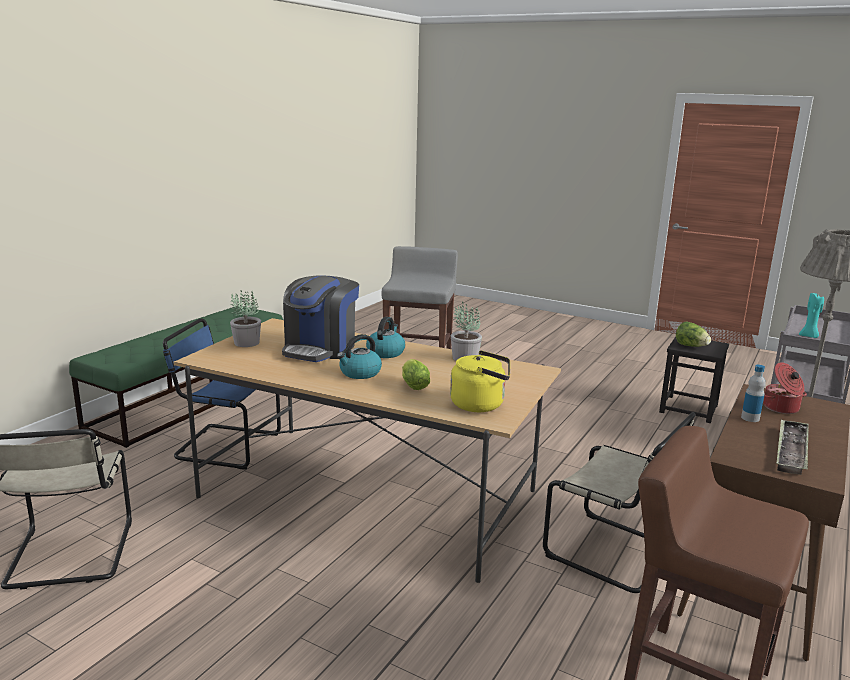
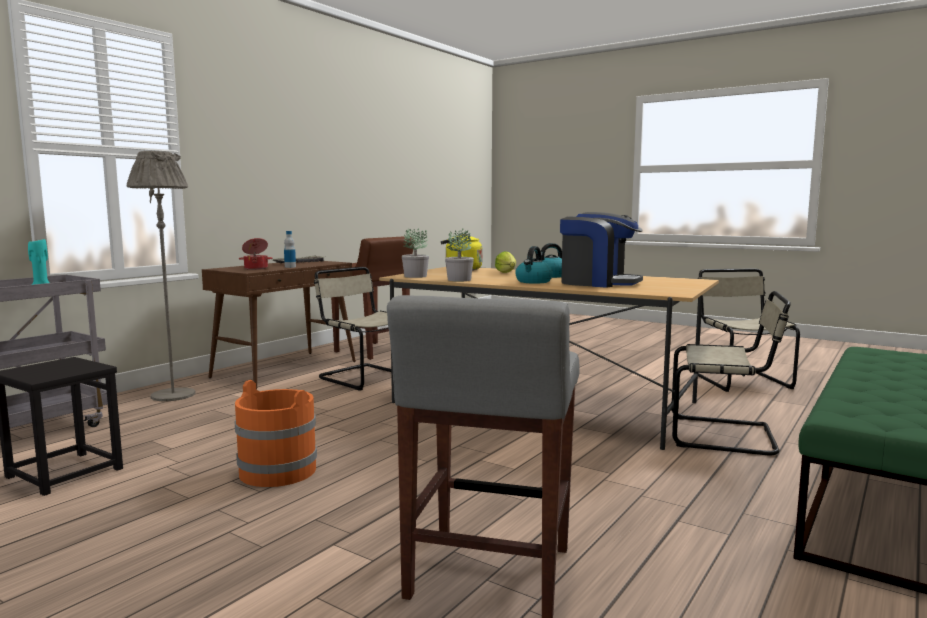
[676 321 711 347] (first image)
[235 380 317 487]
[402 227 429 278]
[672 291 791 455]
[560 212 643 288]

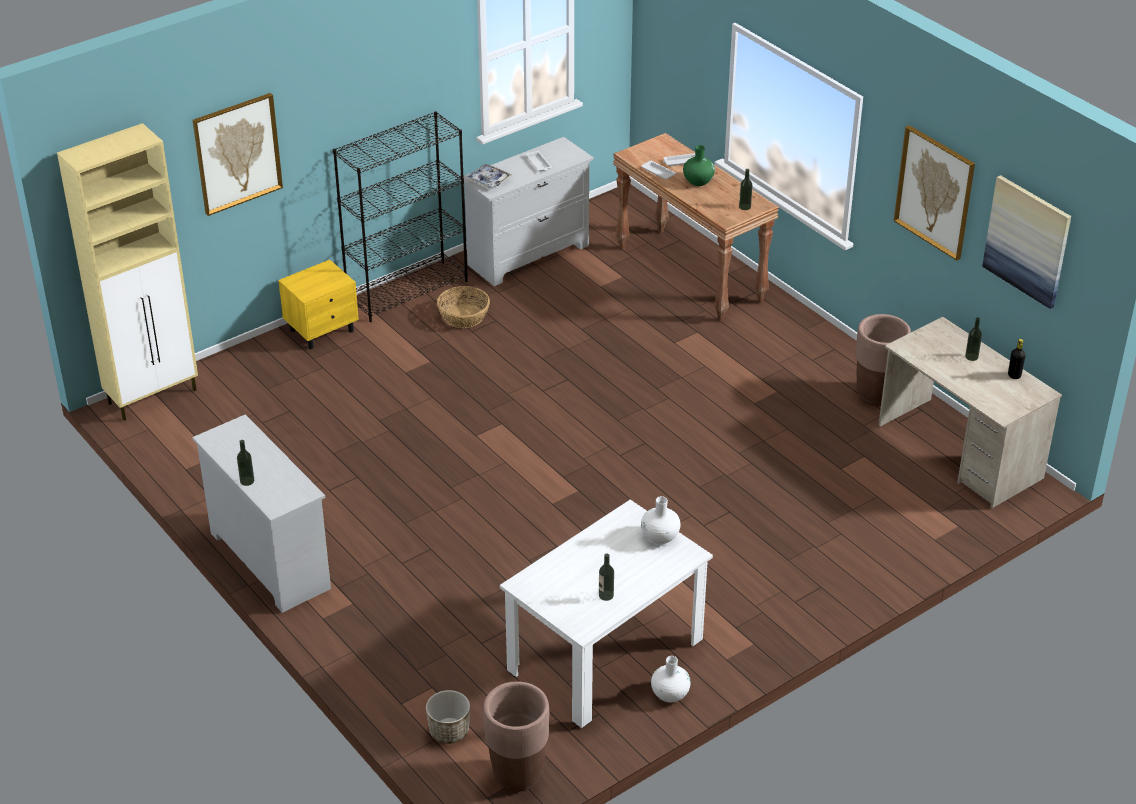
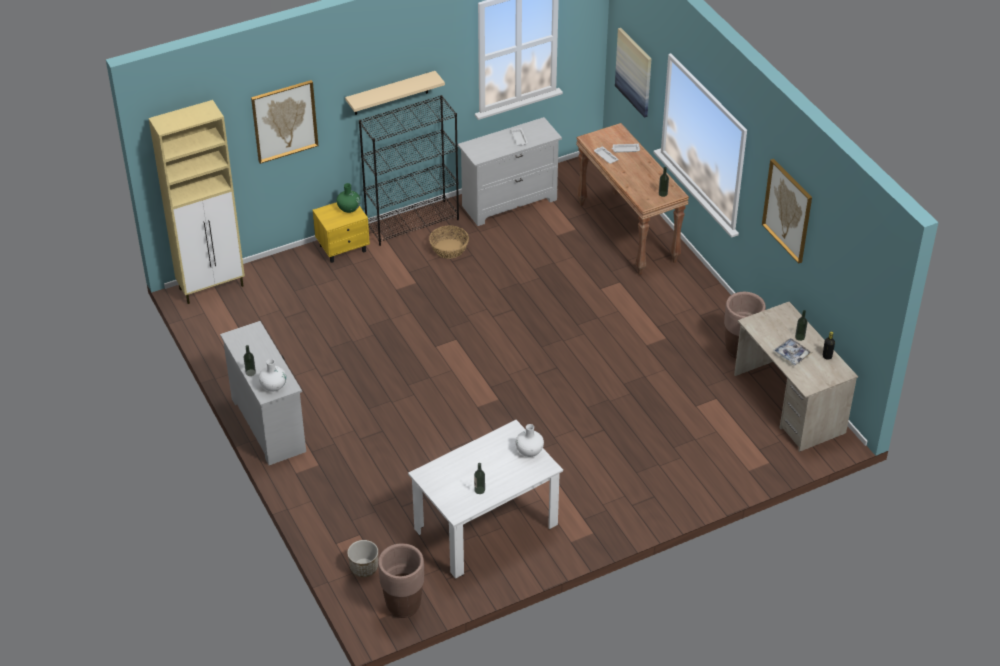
[345 71 445 115]
[773 338 812 365]
[259 359 286 392]
[337 183 361 213]
[615 28 651 118]

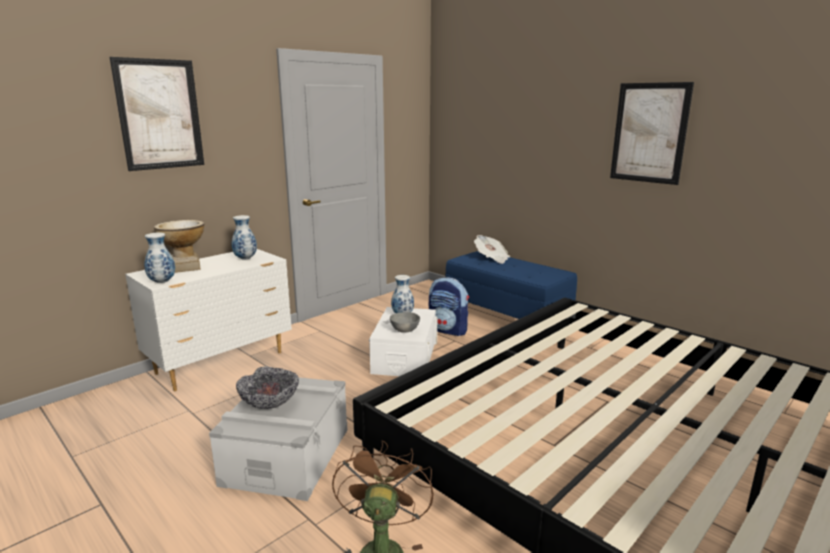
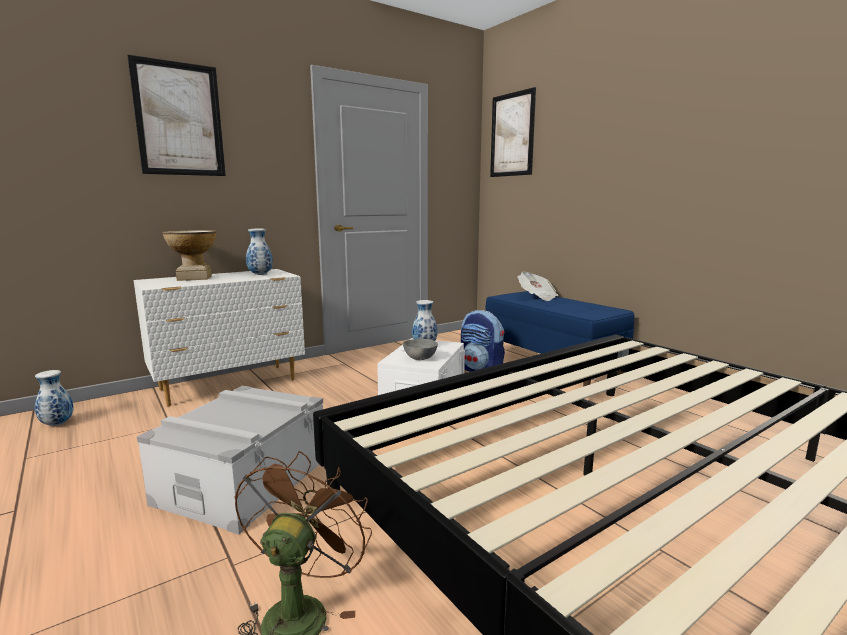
[236 366 299 409] (first image)
[35 370 74 426]
[490 87 536 177]

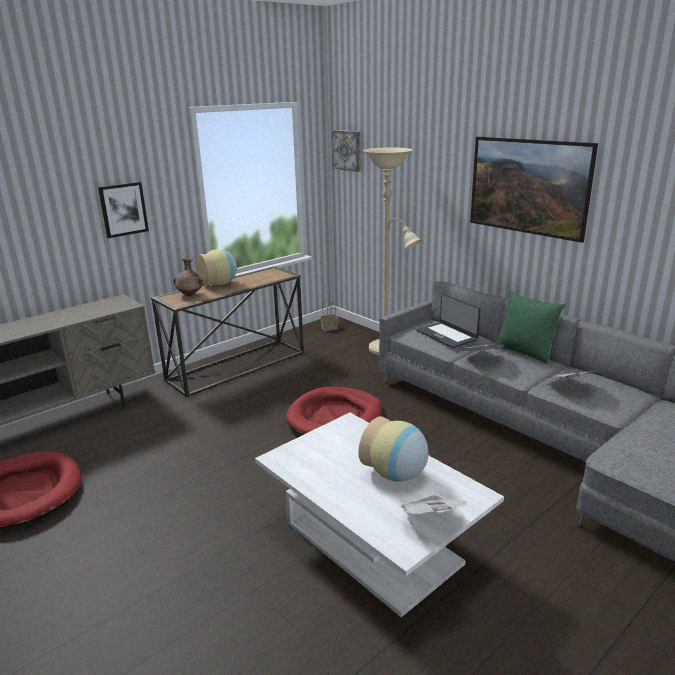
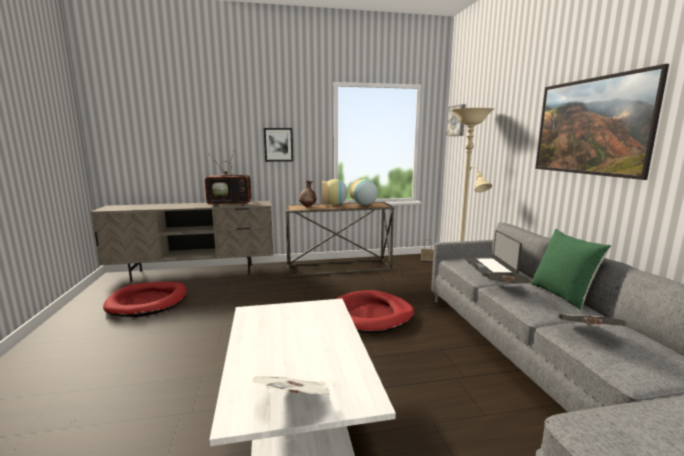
[205 152 257 207]
[350 179 378 205]

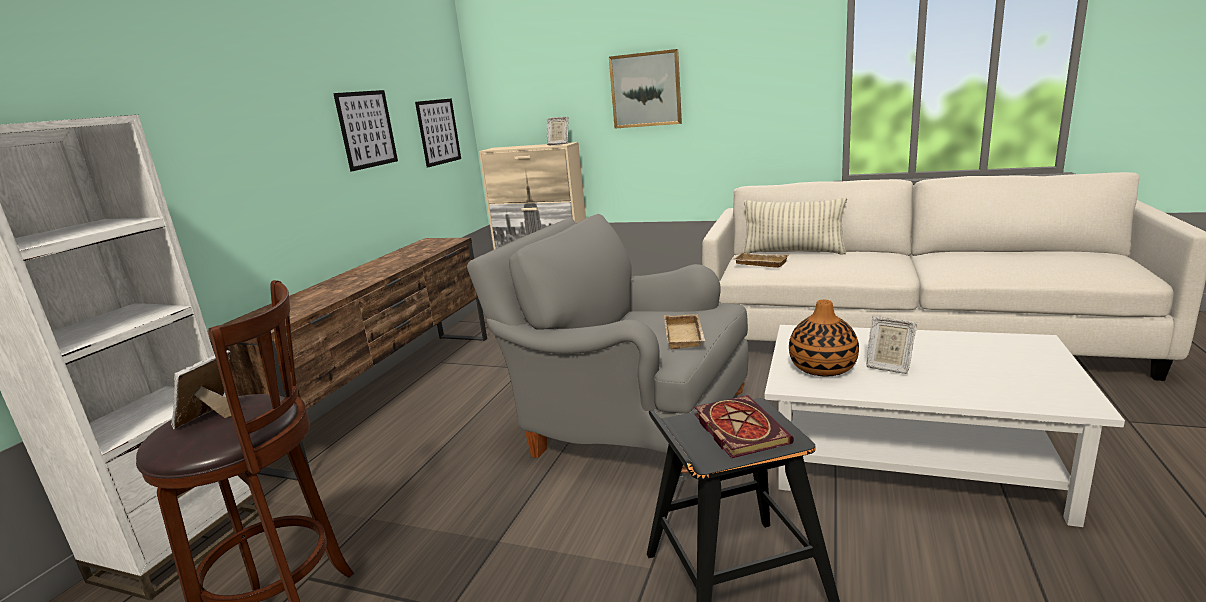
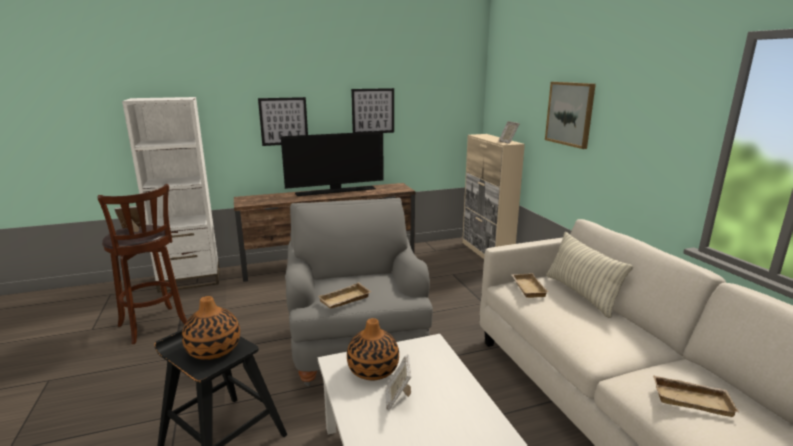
[281 131 384 196]
[653 375 739 417]
[258 97 308 146]
[182 296 240 360]

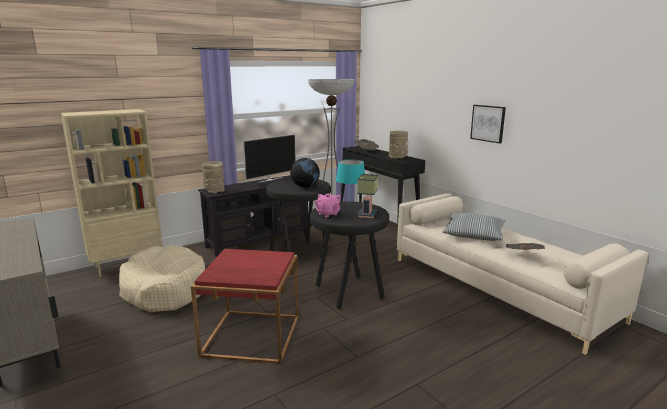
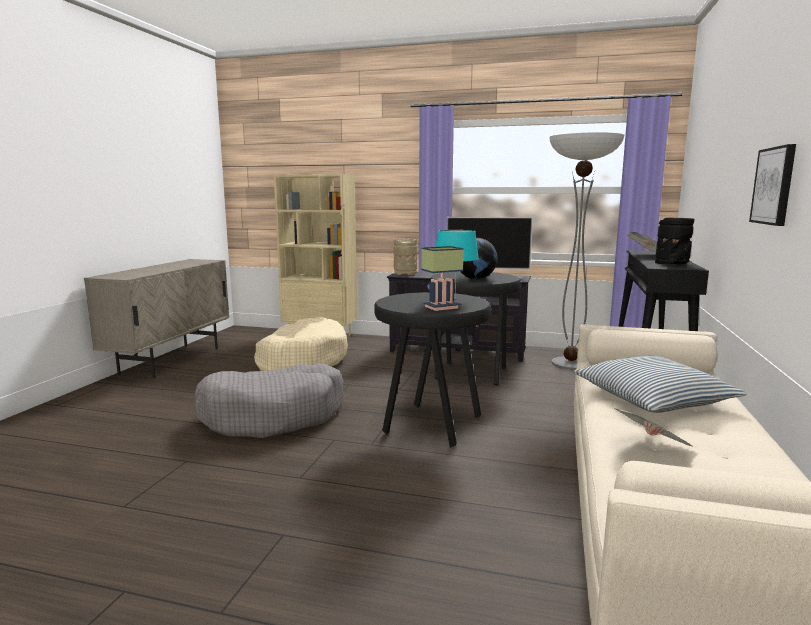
[315 194 341 217] (first image)
[195 363 344 438]
[655 218 694 265]

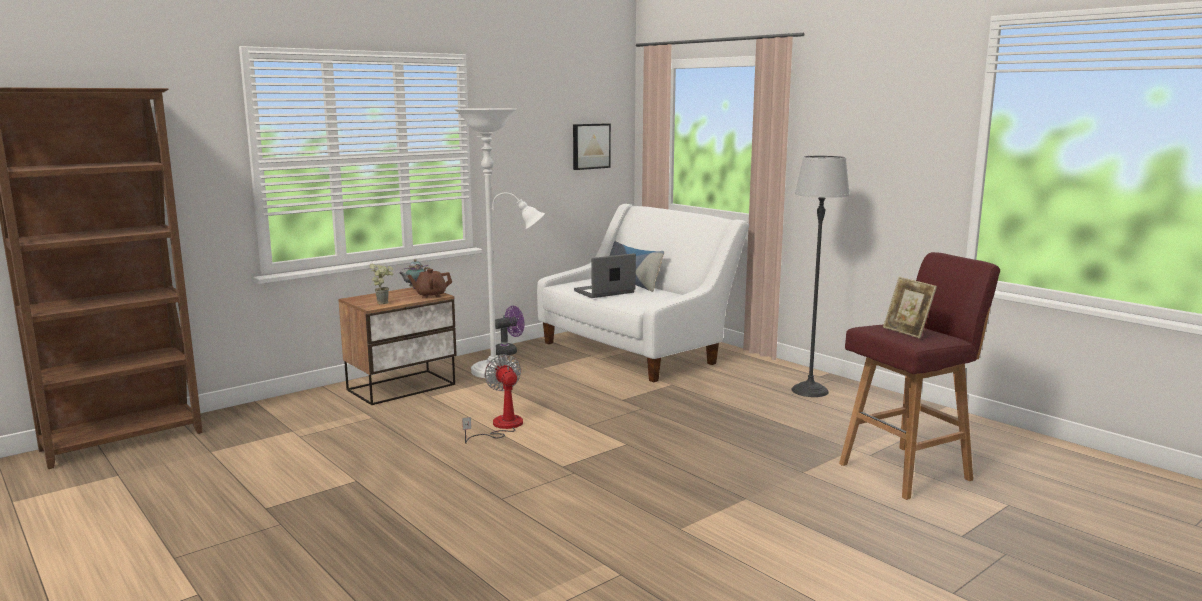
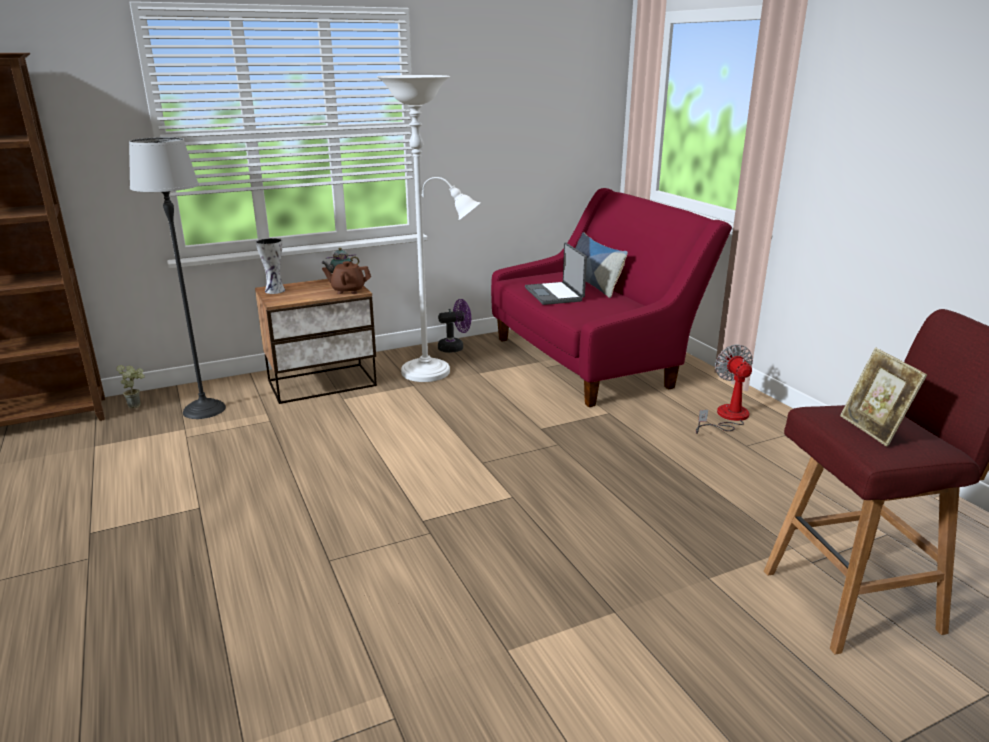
[573 123 611 170] (first image)
[256 238 285 294]
[116 365 145 409]
[696 344 753 434]
[129 137 226 419]
[491 188 732 407]
[525 242 587 305]

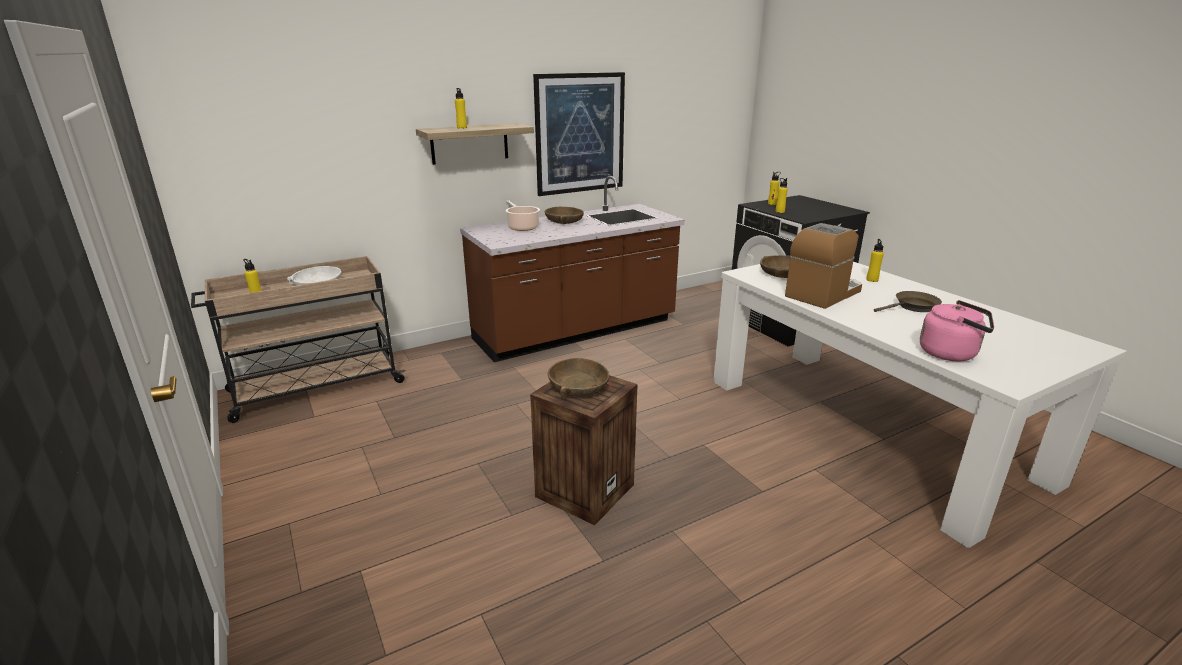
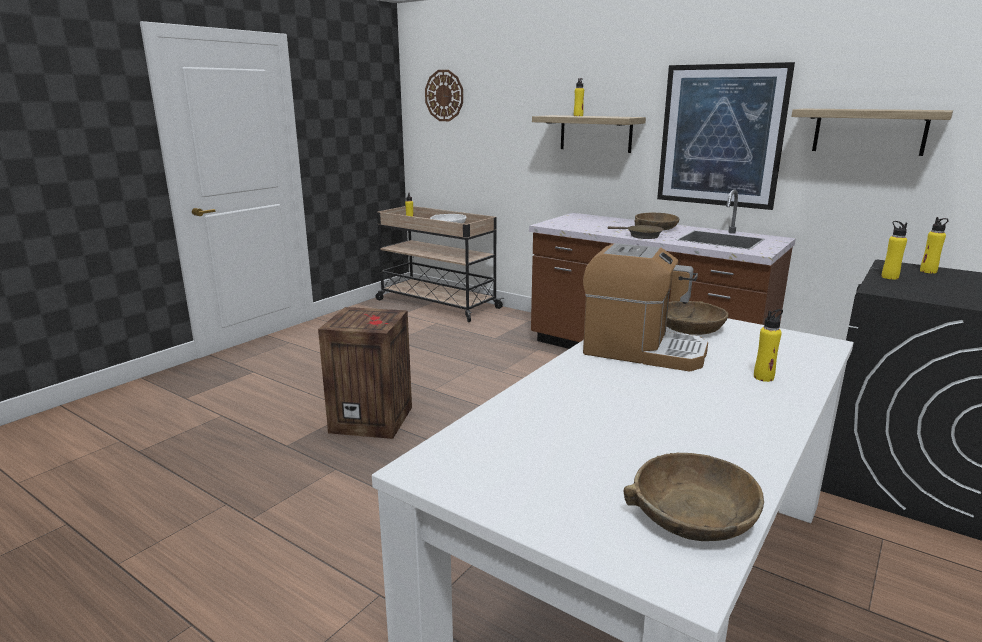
[505 201 540 231] (first image)
[920 300 994 361] (first image)
[425 70 463 121]
[791 109 953 156]
[624 453 764 541]
[608 225 664 239]

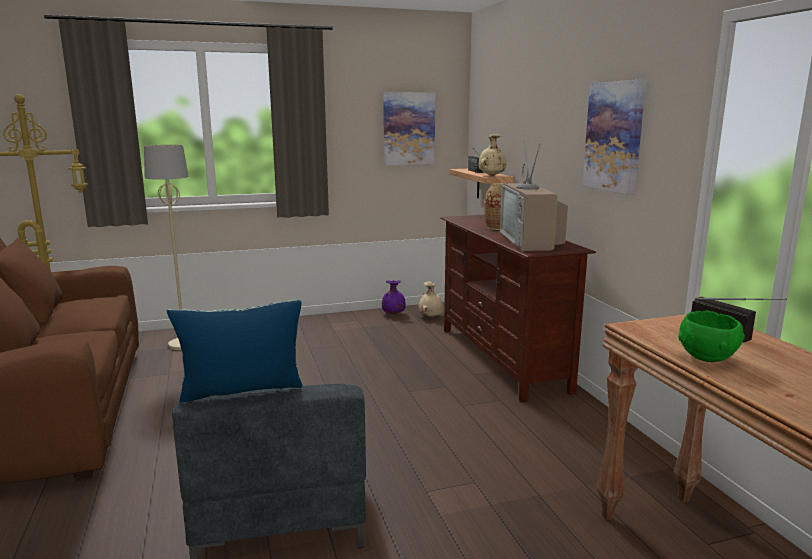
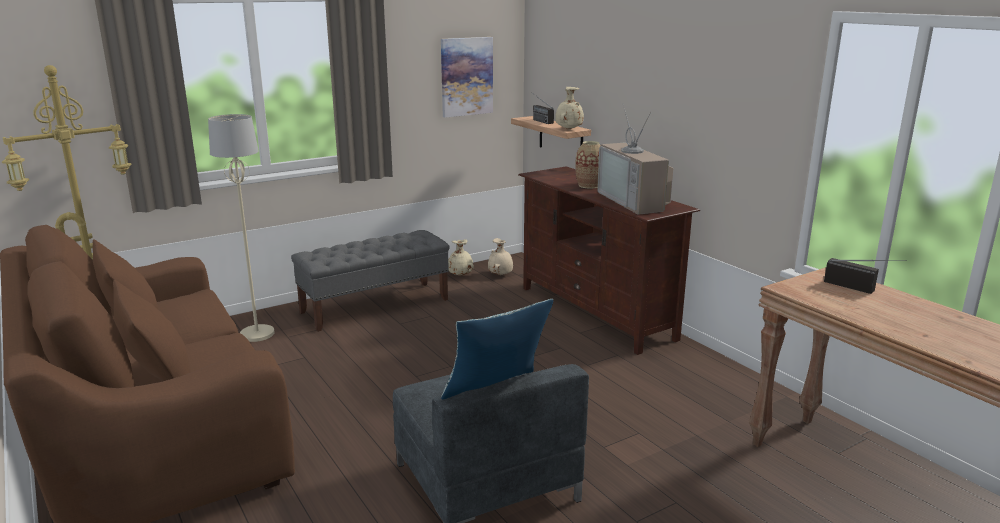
[582 80 646 195] (first image)
[678 310 745 362] (first image)
[291 230 450 332]
[448 239 474 276]

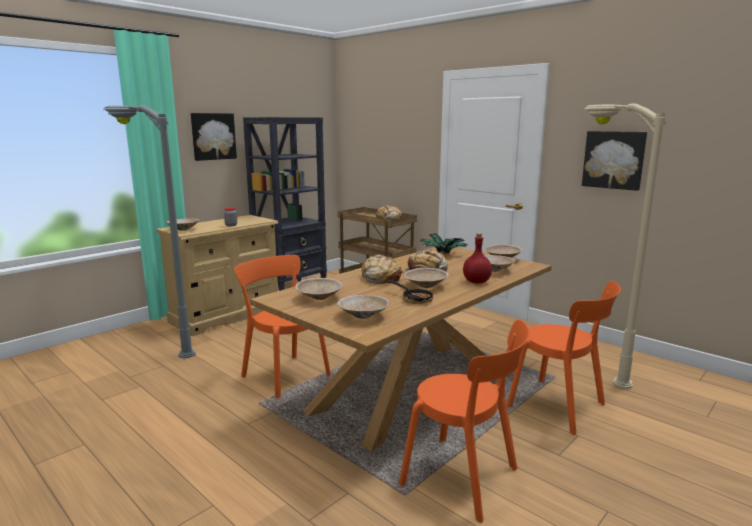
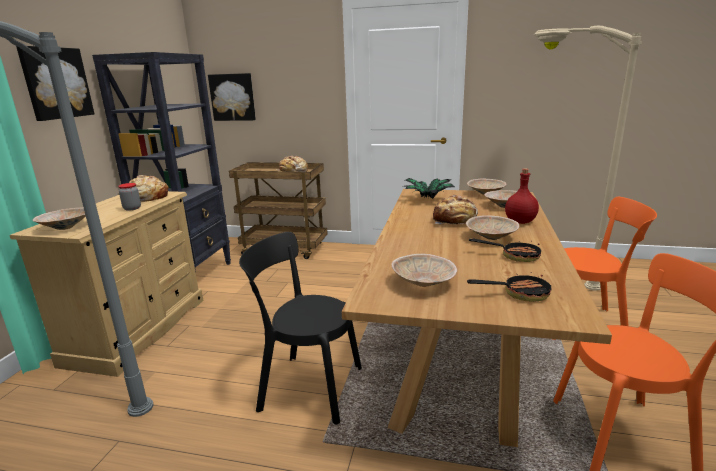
[129 175 169 202]
[208 73 256 121]
[467 270 551 302]
[239 232 362 424]

